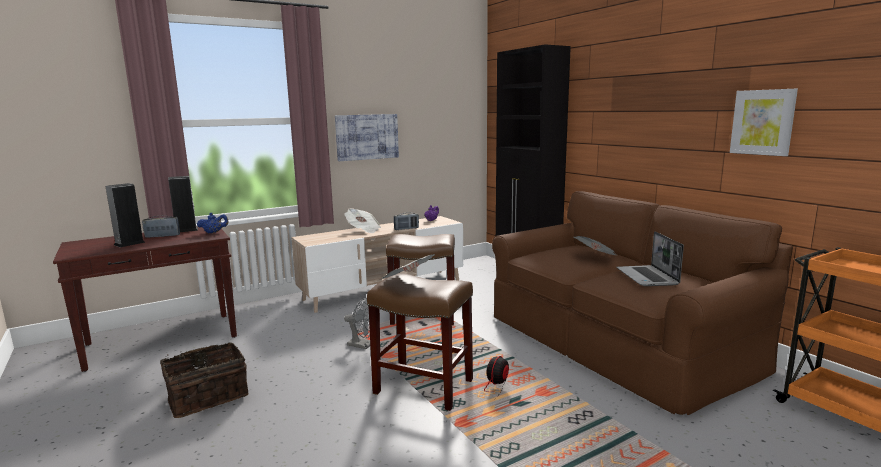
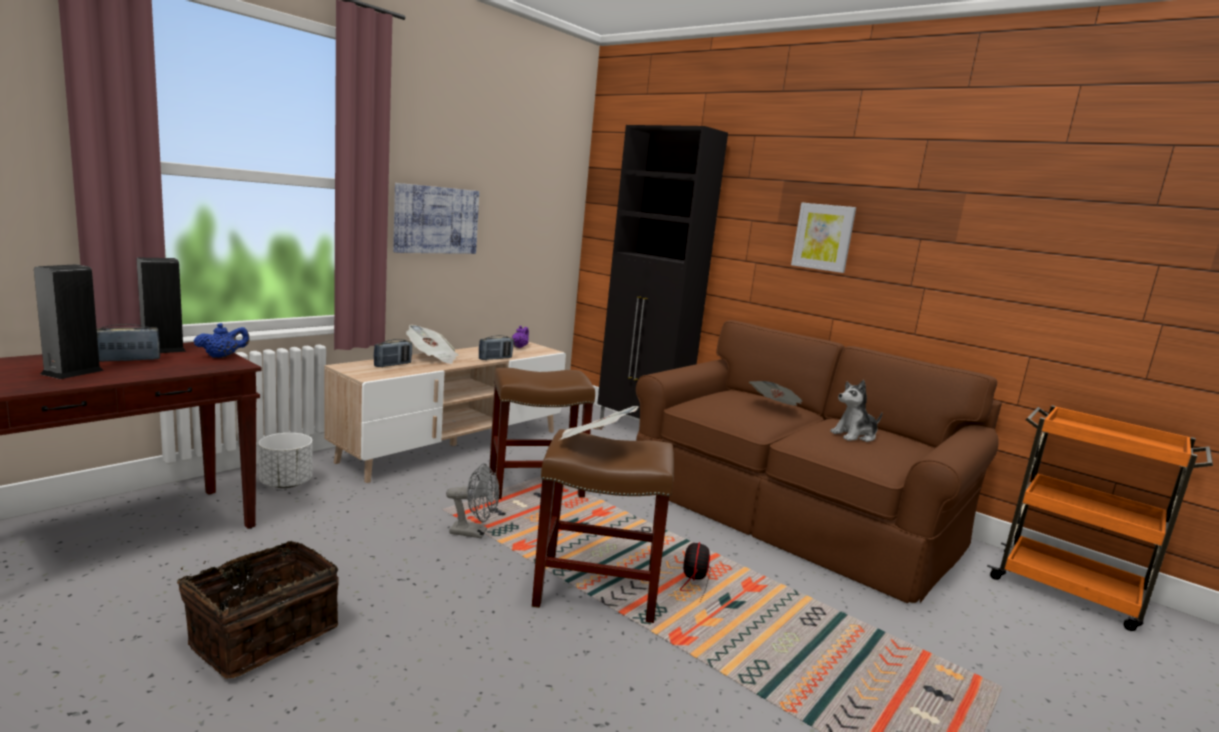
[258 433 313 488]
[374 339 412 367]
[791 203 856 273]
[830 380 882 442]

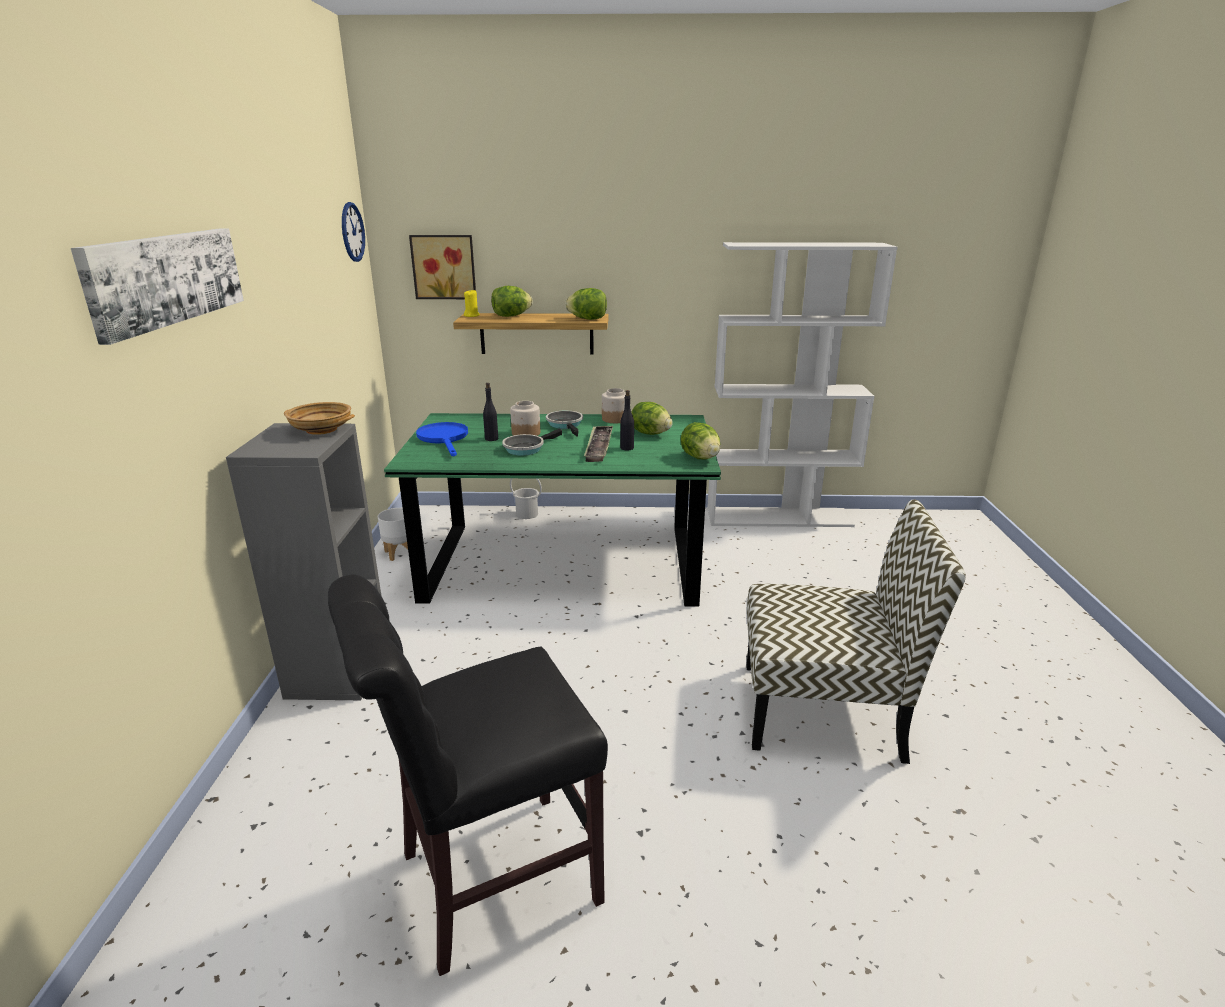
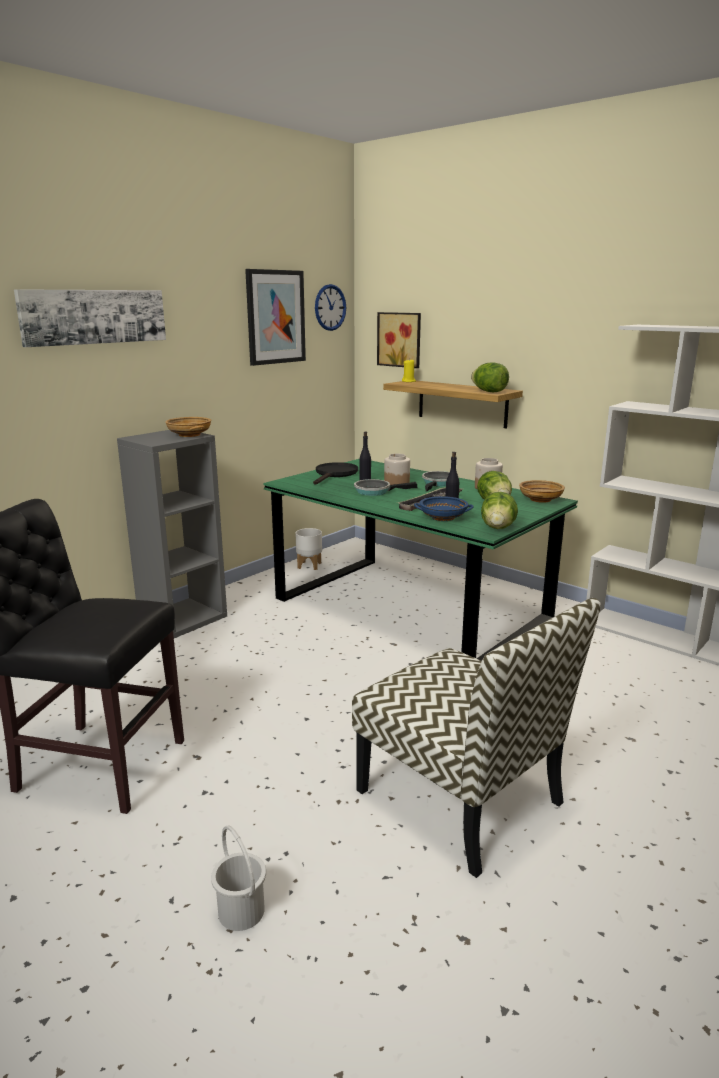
[491 286 533 317] (first image)
[245 269 306 366]
[414 496 474 521]
[519 480 565 503]
[211 825 266 931]
[313 462 358 485]

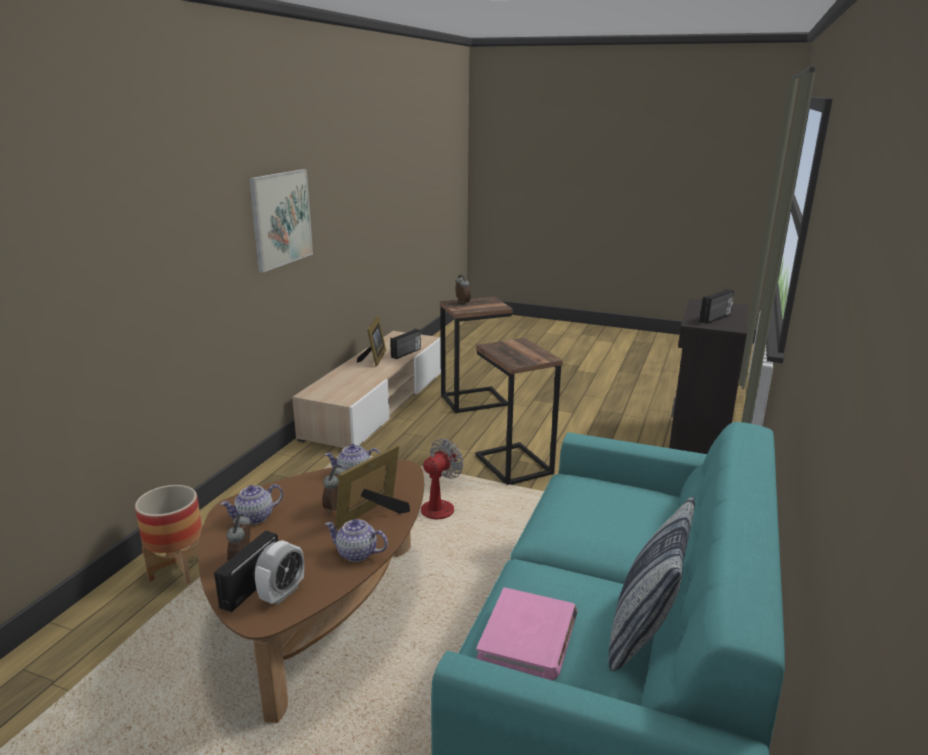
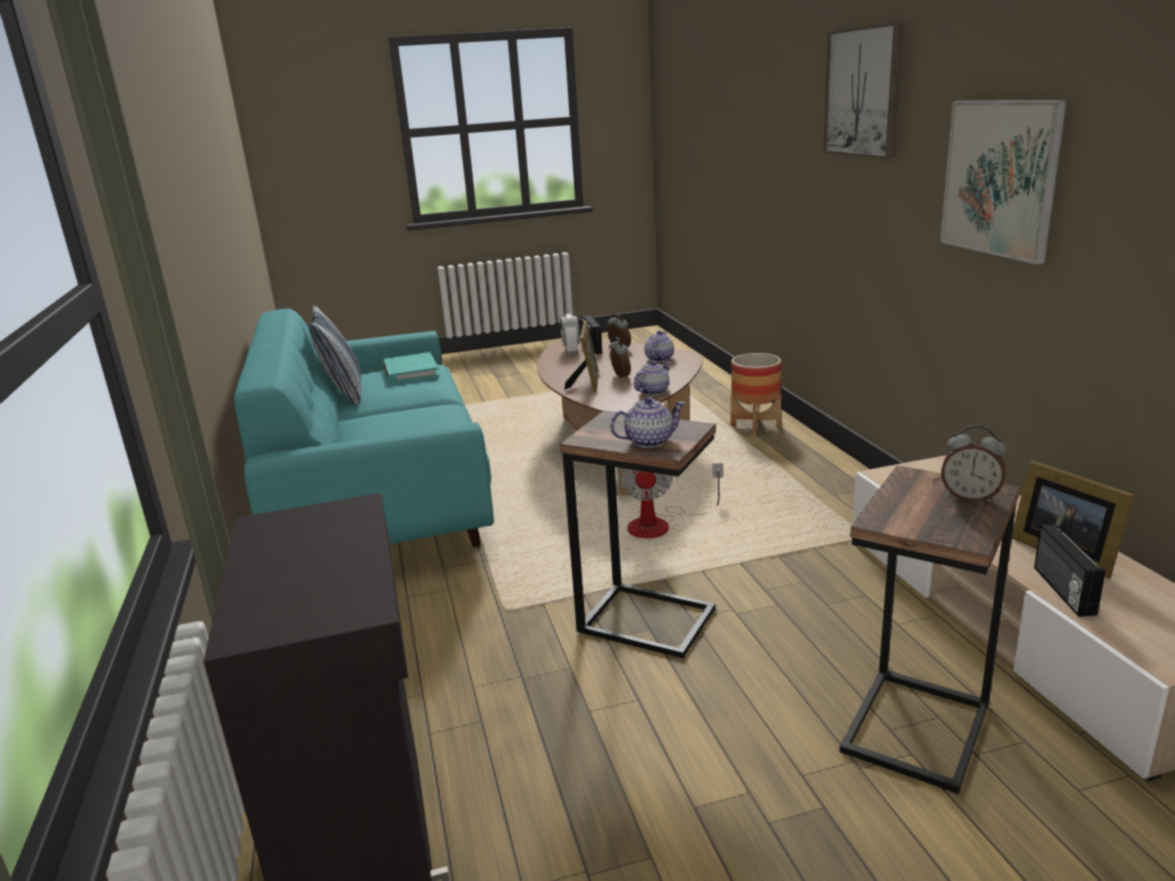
[700 289 734 324] (first image)
[823 22 904 159]
[610 397 686 448]
[382 352 440 384]

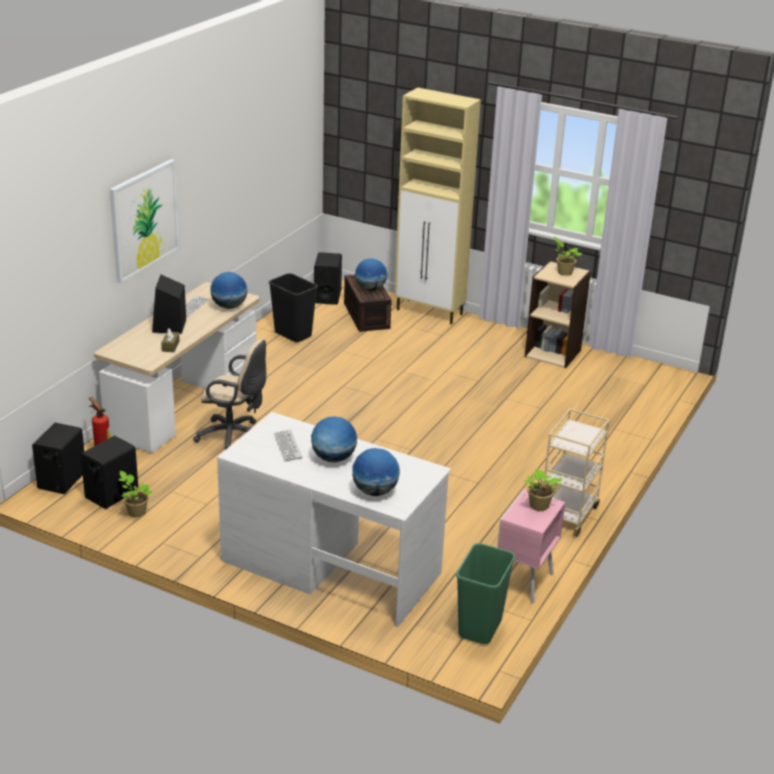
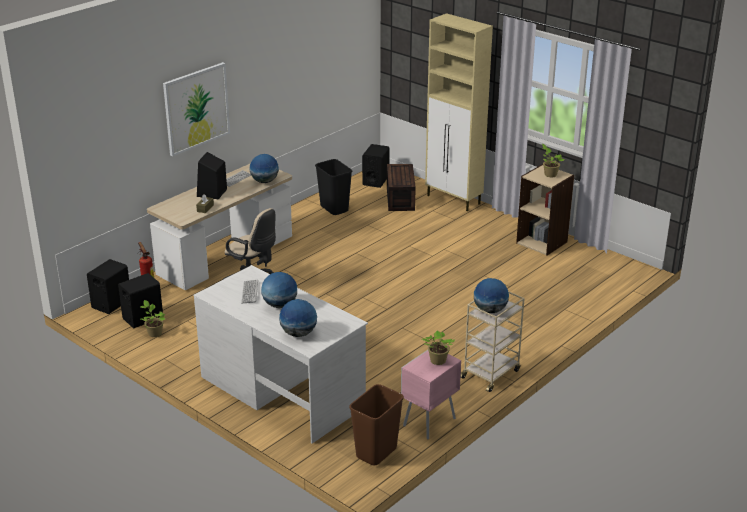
[474 278 509 313]
[349 384 404 465]

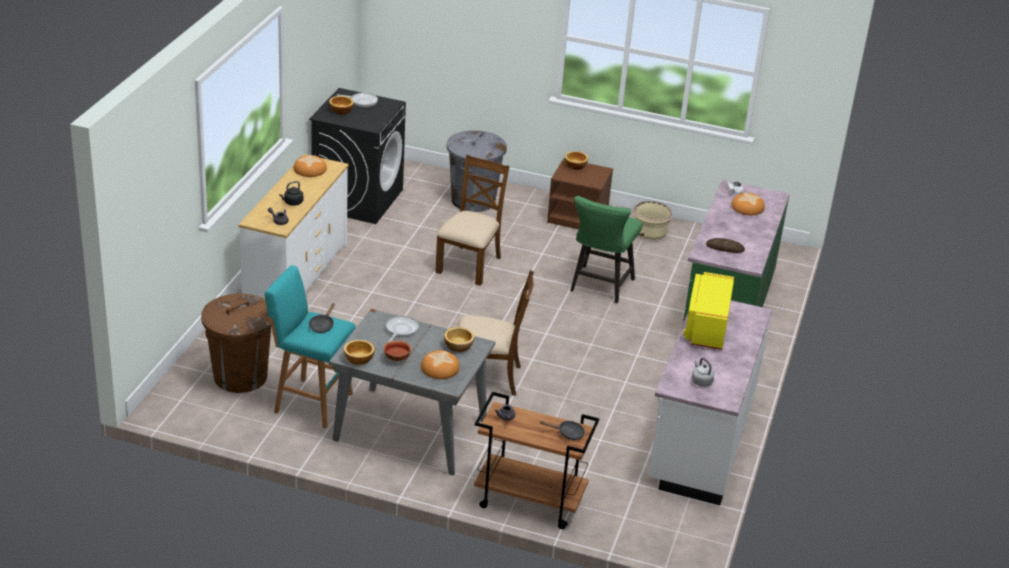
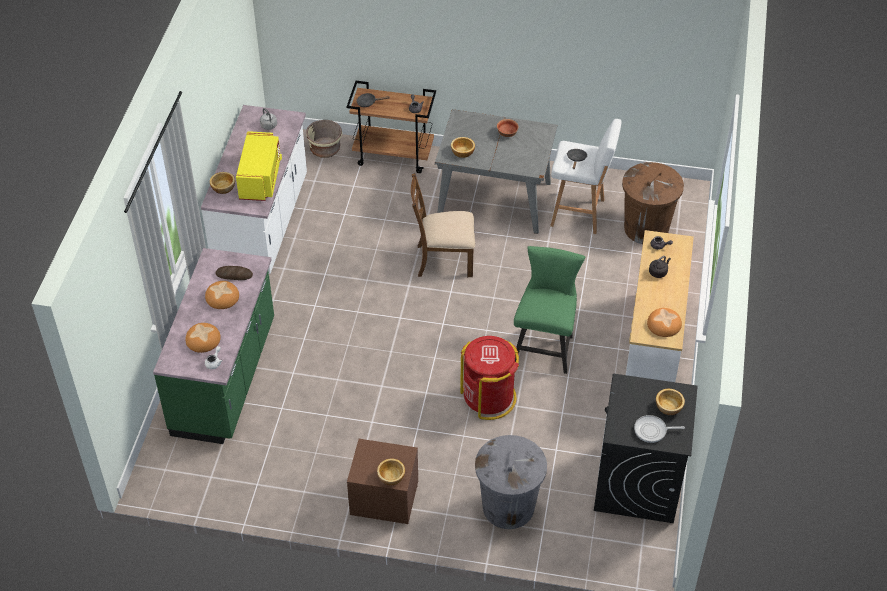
[386 316 419 342] (first image)
[210 172 235 194]
[205 281 239 309]
[514 246 585 374]
[306 120 342 158]
[460 336 519 420]
[550 119 622 234]

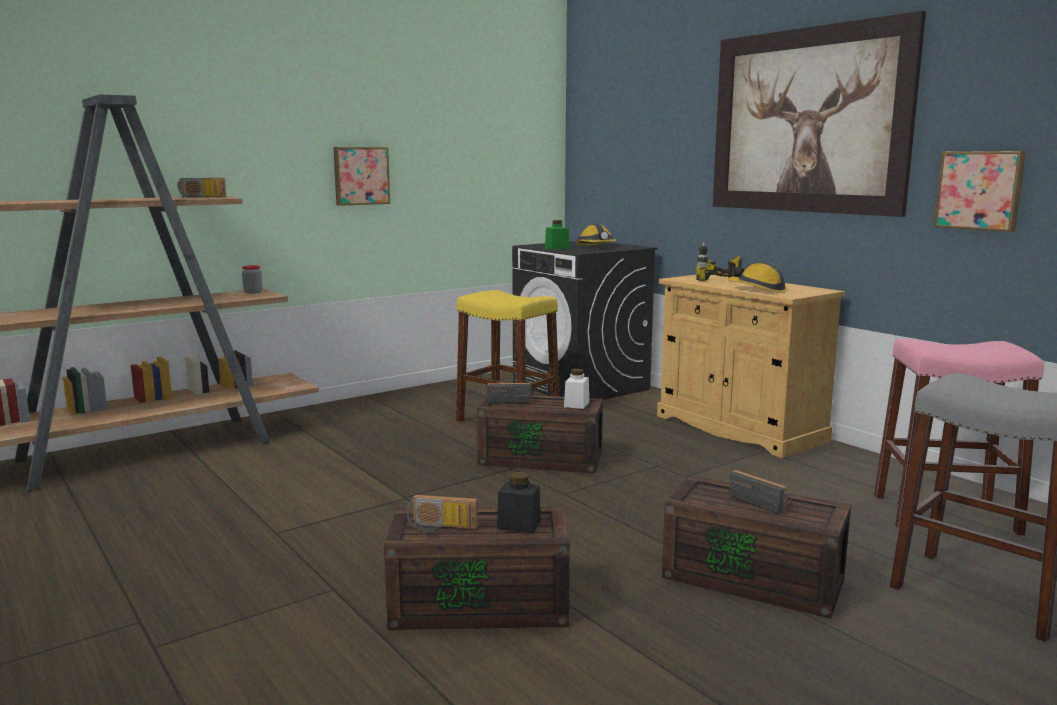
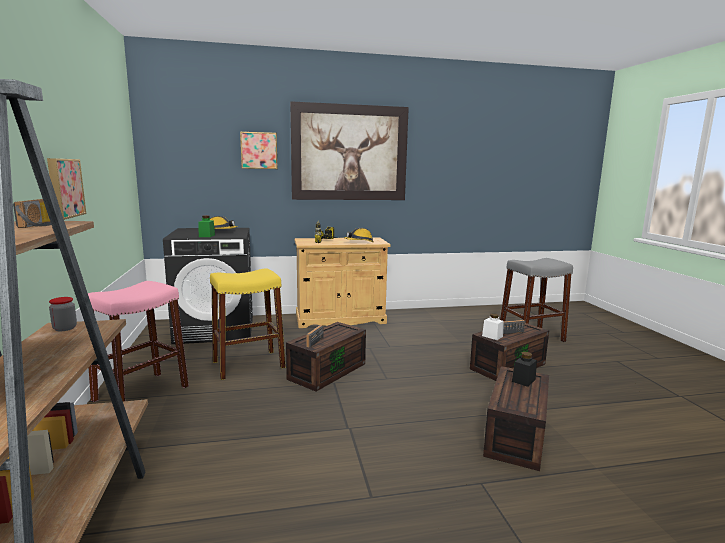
[407 495 478 532] (first image)
[482 313 504 340]
[88 281 189 402]
[240 132 277 169]

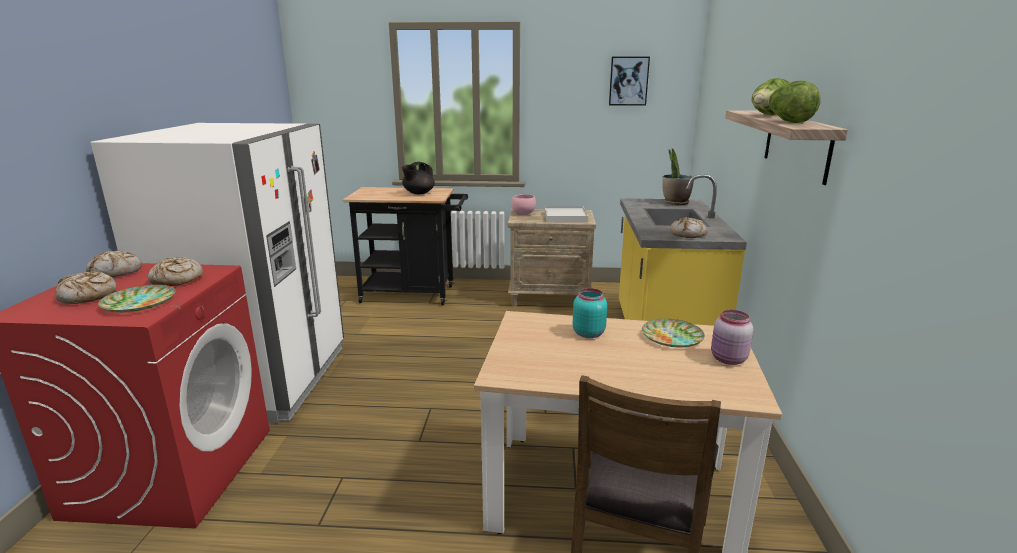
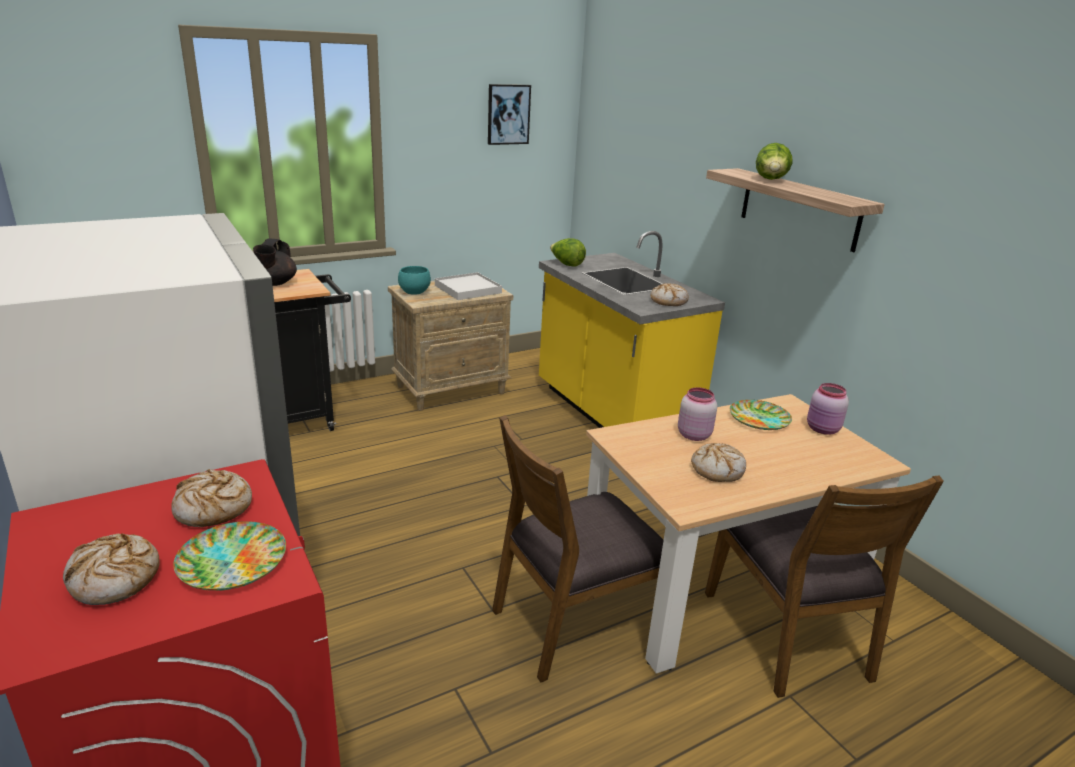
[662 148 694 205] (first image)
[492 415 663 682]
[691 443 746 482]
[550 238 586 267]
[398 266 431 295]
[678 387 717 441]

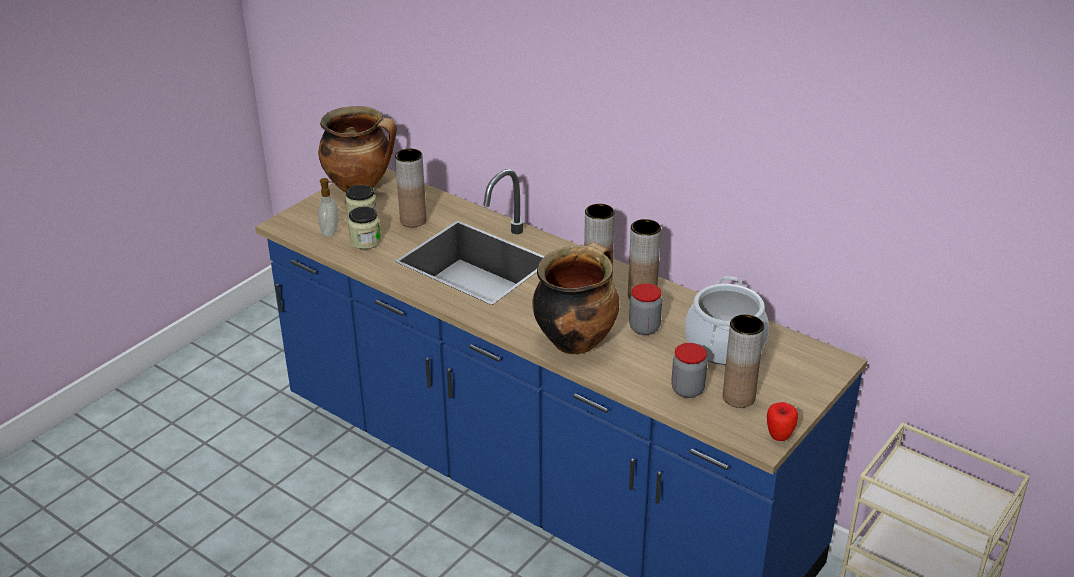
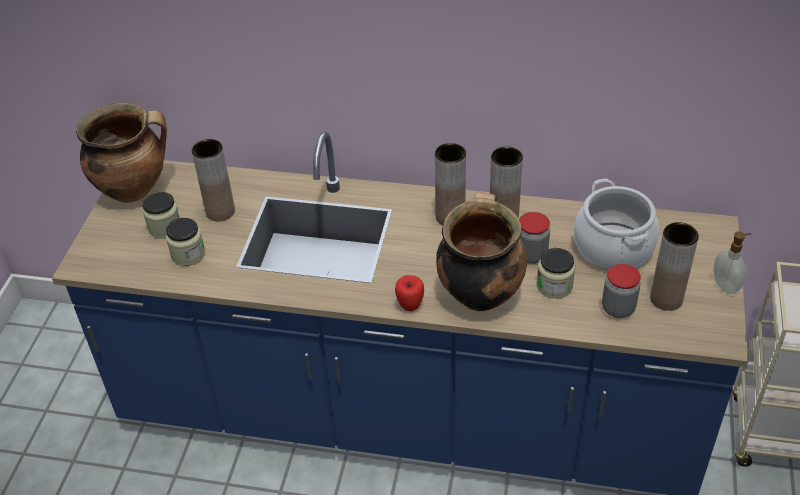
[537 248 575 299]
[714 231 751 294]
[395 275 424 311]

